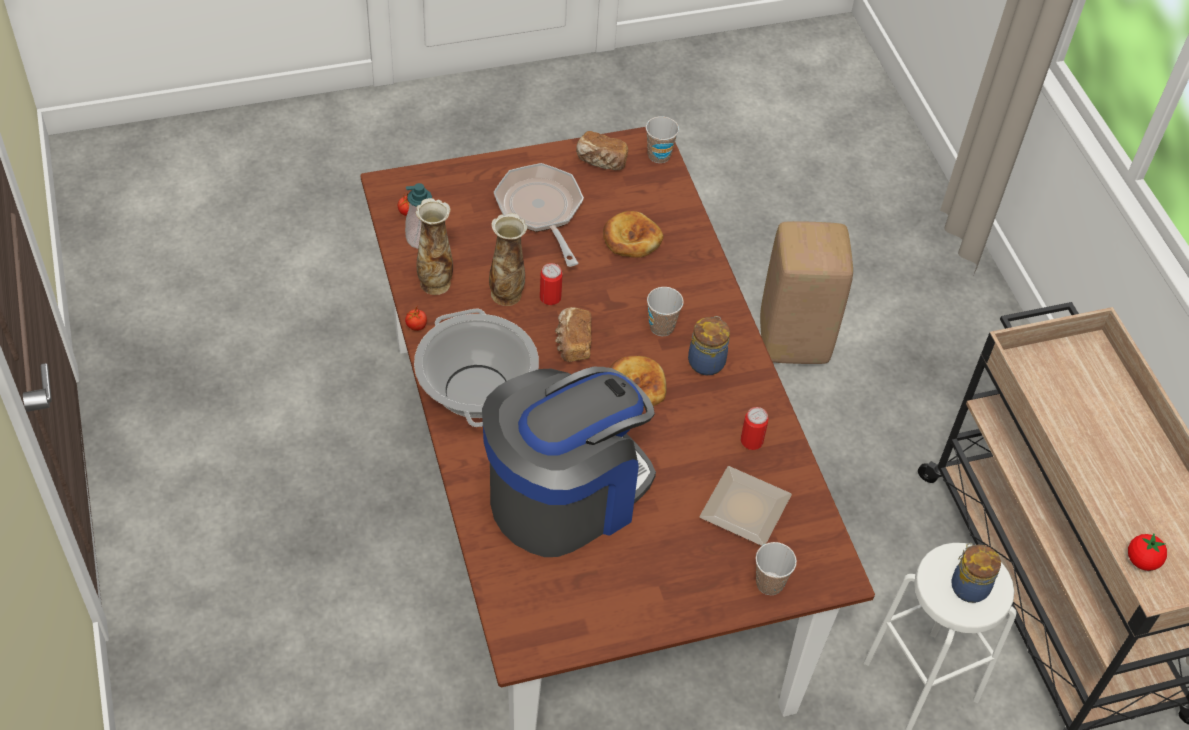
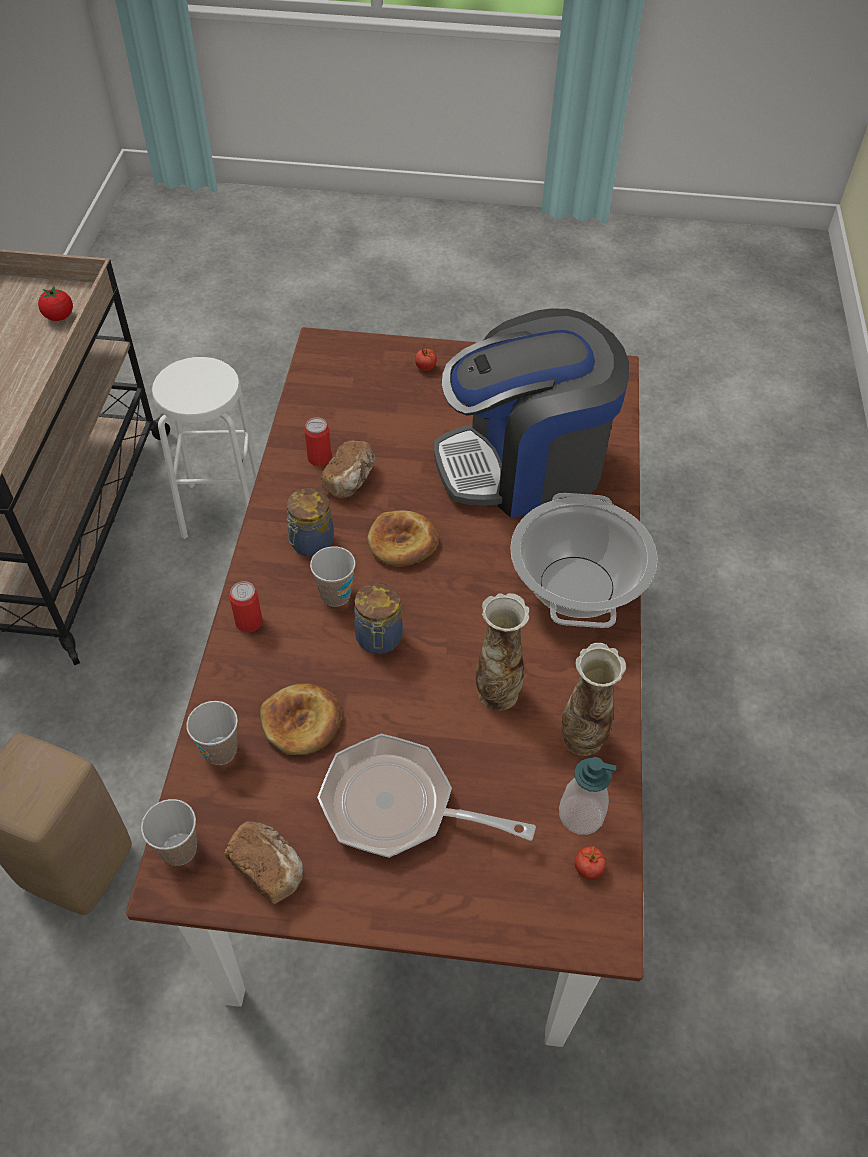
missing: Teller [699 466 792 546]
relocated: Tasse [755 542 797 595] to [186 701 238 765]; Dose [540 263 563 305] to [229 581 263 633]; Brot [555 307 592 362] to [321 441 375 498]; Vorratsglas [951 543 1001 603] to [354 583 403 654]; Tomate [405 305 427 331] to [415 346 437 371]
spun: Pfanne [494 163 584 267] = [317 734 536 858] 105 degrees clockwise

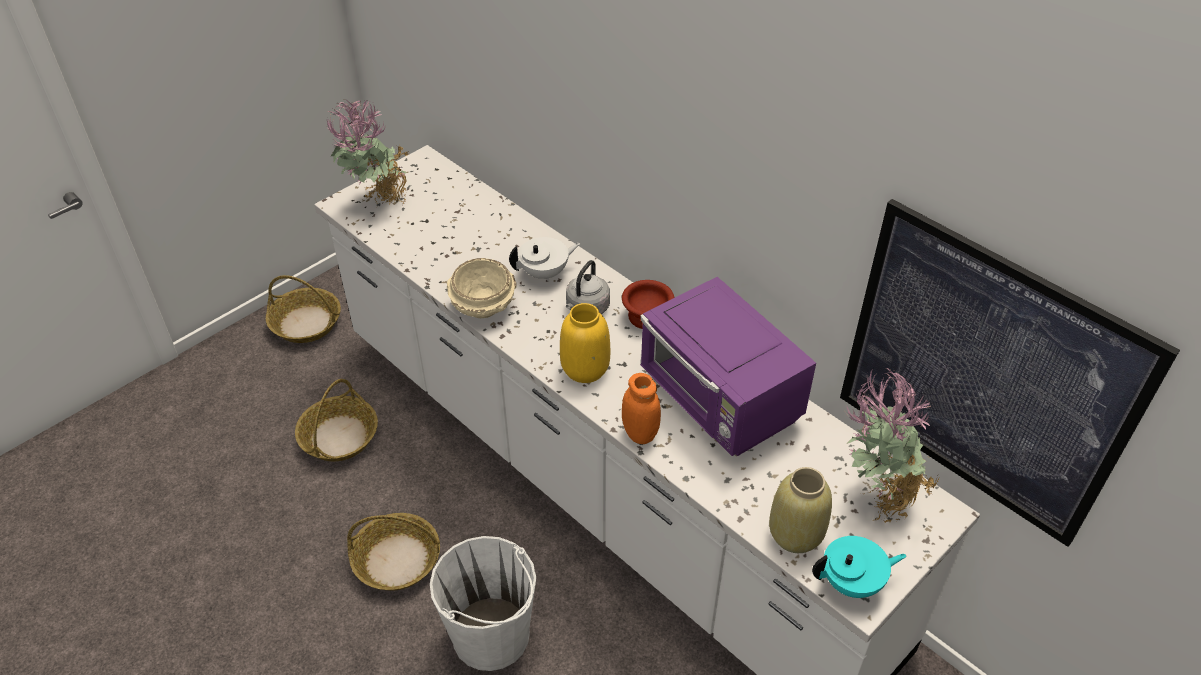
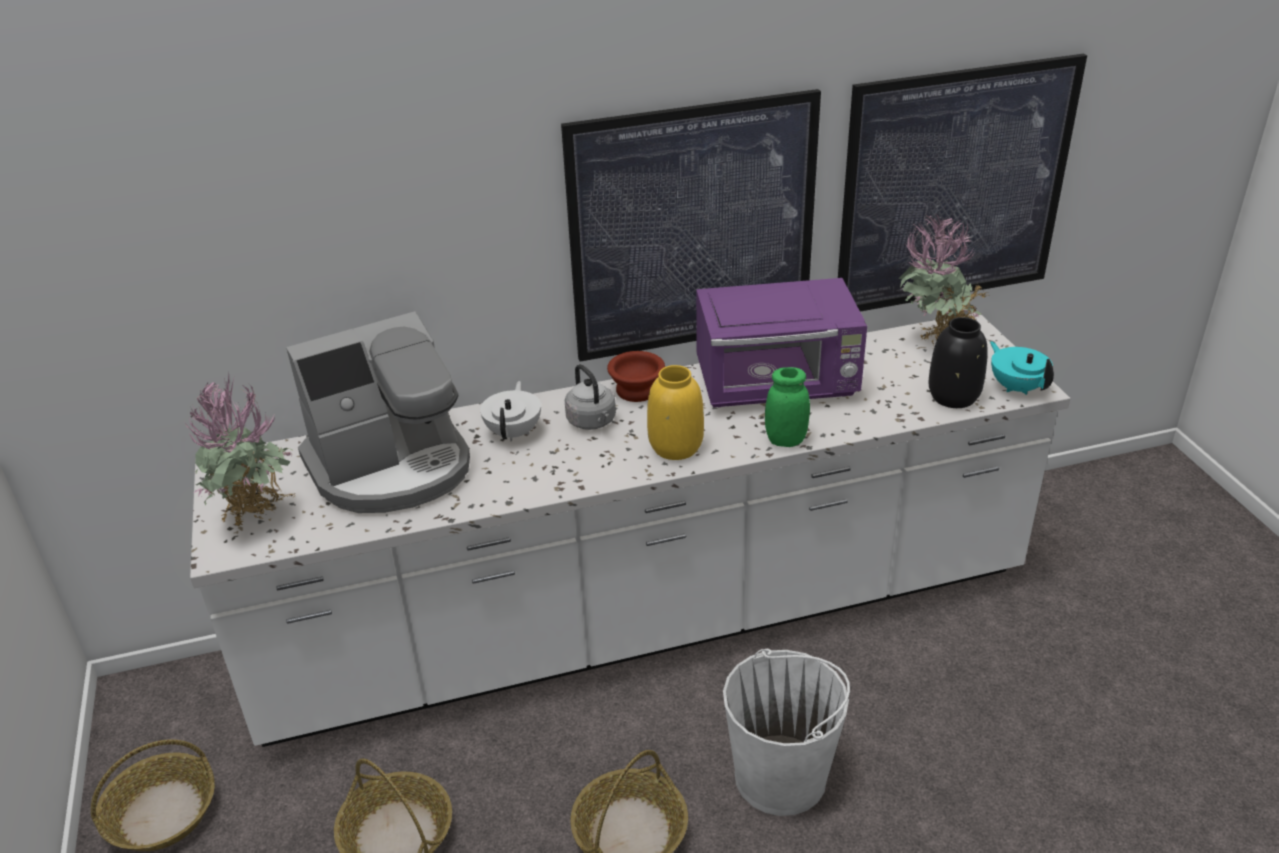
missing: Schüssel [beige] [447 258 517 318]
appeared: Kaffeemaschine [286 311 470 513]; Bild [561 89 821 362]
colour: Vorratsglas [orange] [622 373 661 444] to Vorratsglas [grün] [765 367 810 447]; Vase [beige] [769 467 832 553] to Vase [schwarz] [929 317 988 408]
spun: Teekanne [türkis] [812 536 907 598] = [990 341 1054 395] 45 degrees counterclockwise

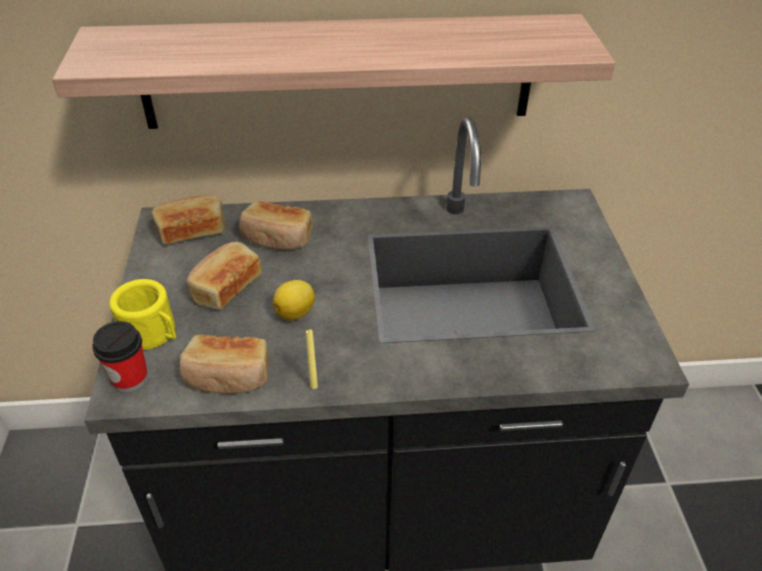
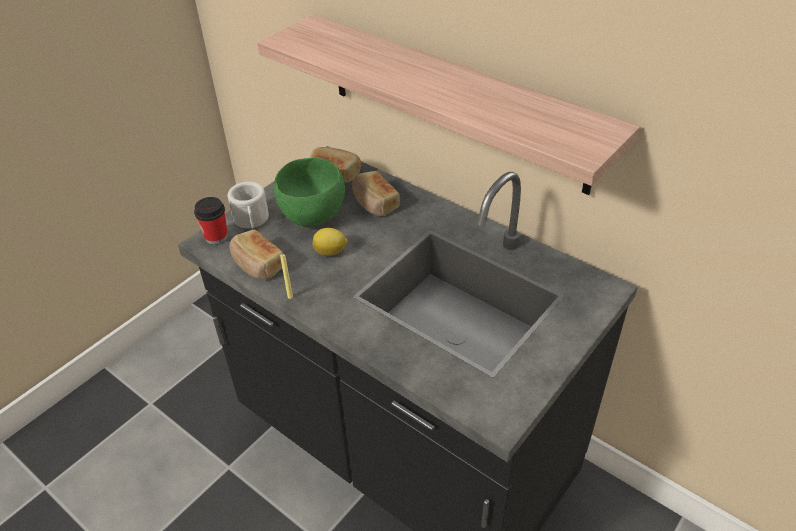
exchanged: Brot [186 242 262 310] to Schüssel [grün] [274 158 345 226]
colour: Henkelbecher [gelb] [109 279 176 350] to Henkelbecher [weiß] [228 182 269 228]

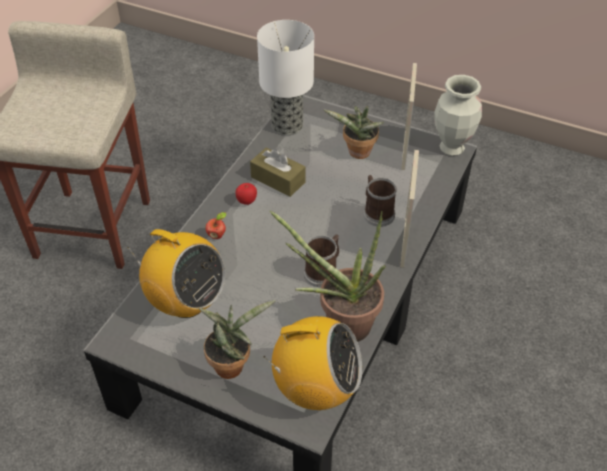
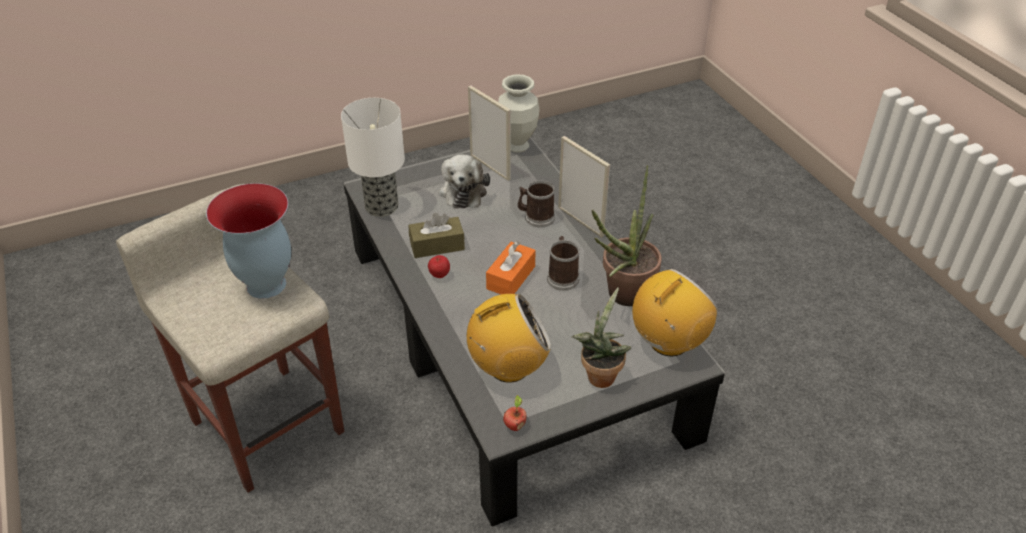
appeared: Vase [206 183 291 299]; Taschentuchbox [orange] [486 241 536 294]
relocated: Apfel [205 212 226 239] to [503 395 527 431]
exchanged: Topfpflanze [324 106 385 159] to Plüschtier [439 154 490 208]

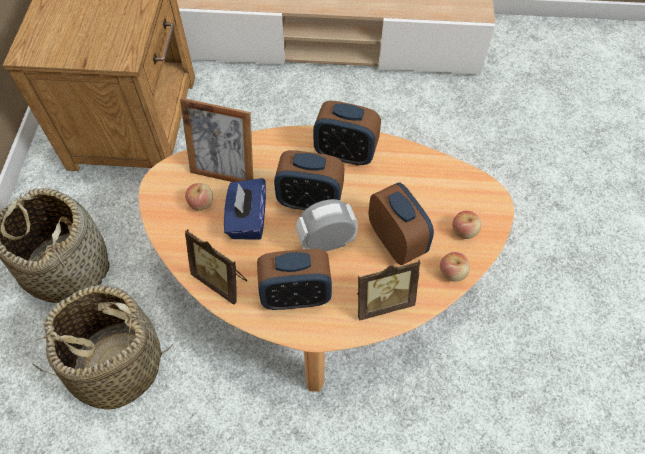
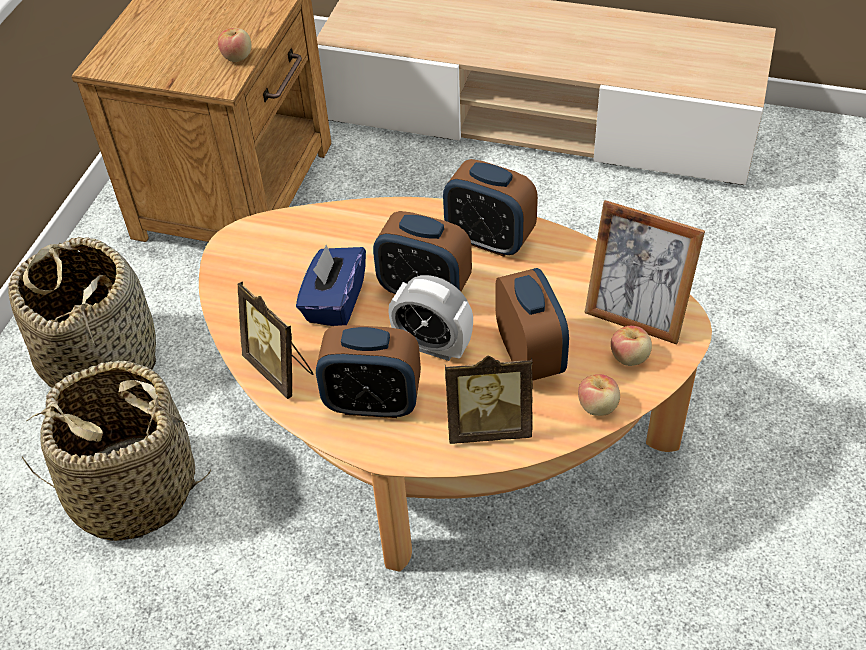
relocated: Apfel [185 183 213 211] to [218 28 252 62]; Bilderrahmen [180 98 253 182] to [584 200 705 345]
spun: Wecker [296 199 358 251] = [388 275 473 361] 150 degrees counterclockwise

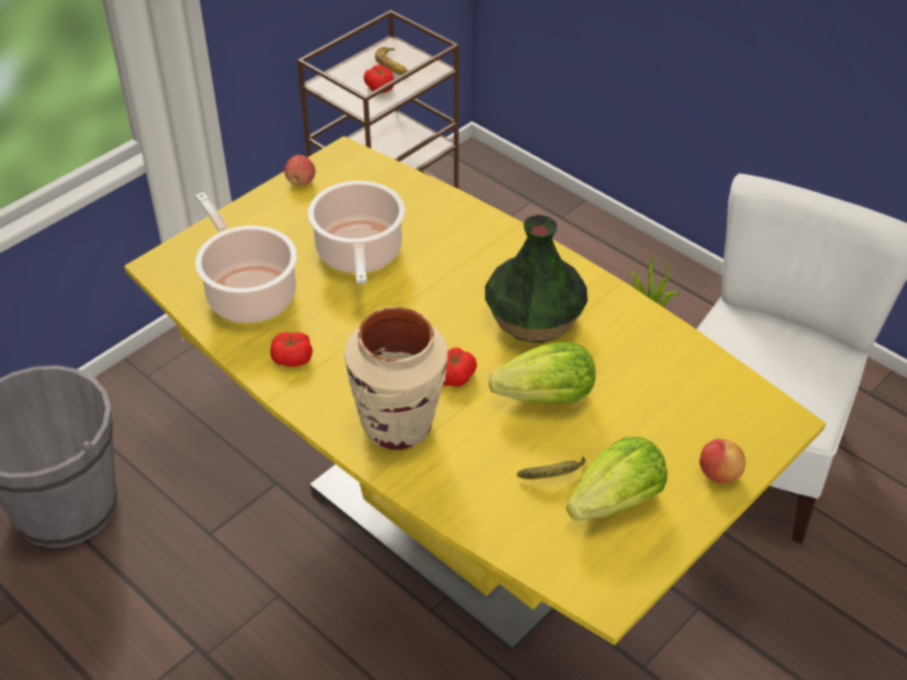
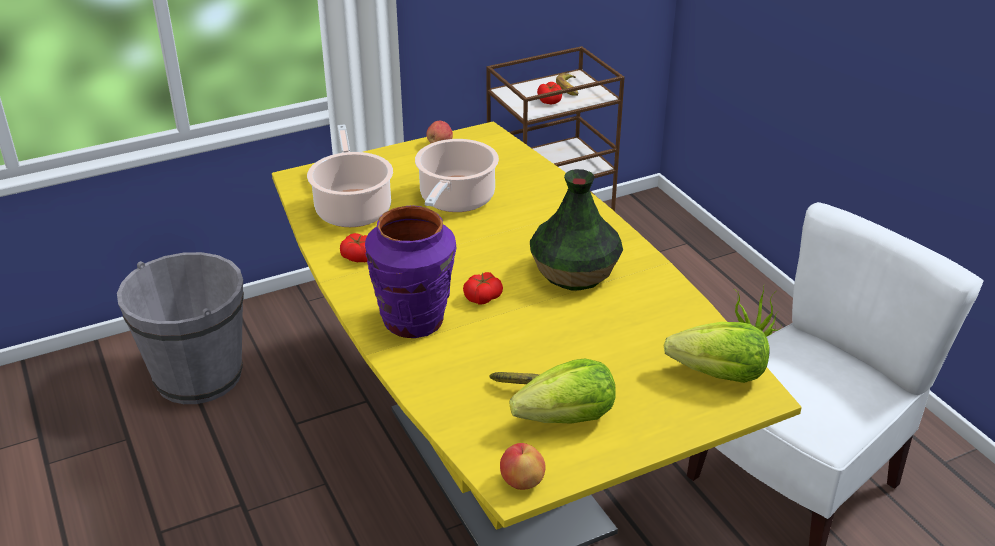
relocated: Apfel [700 439 746 484] to [500 443 546 490]; Salatkopf [489 341 596 404] to [664 322 769 383]
colour: Vase [beige] [344 307 448 450] to Vase [lila] [365 206 457 338]

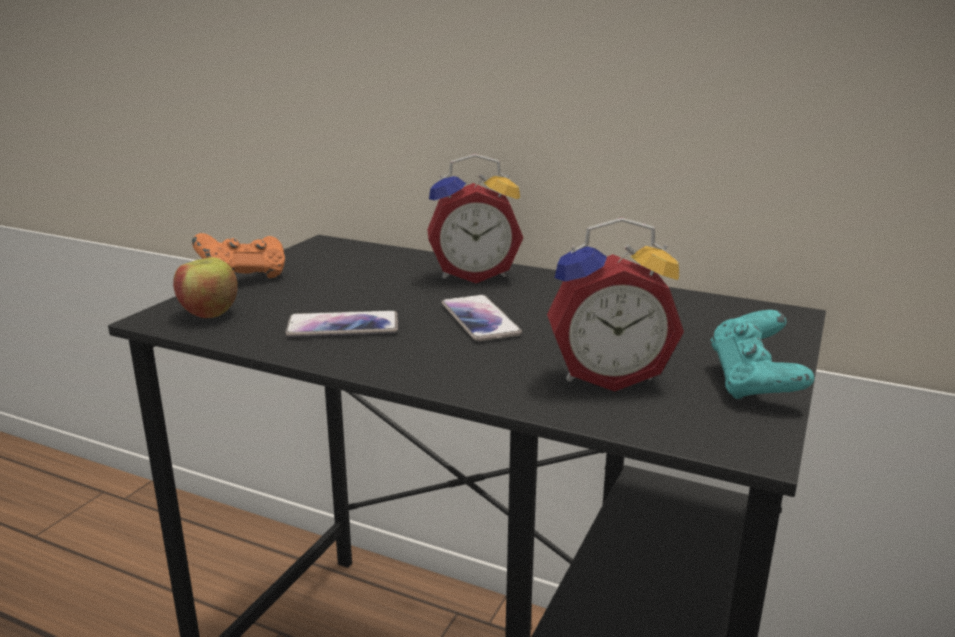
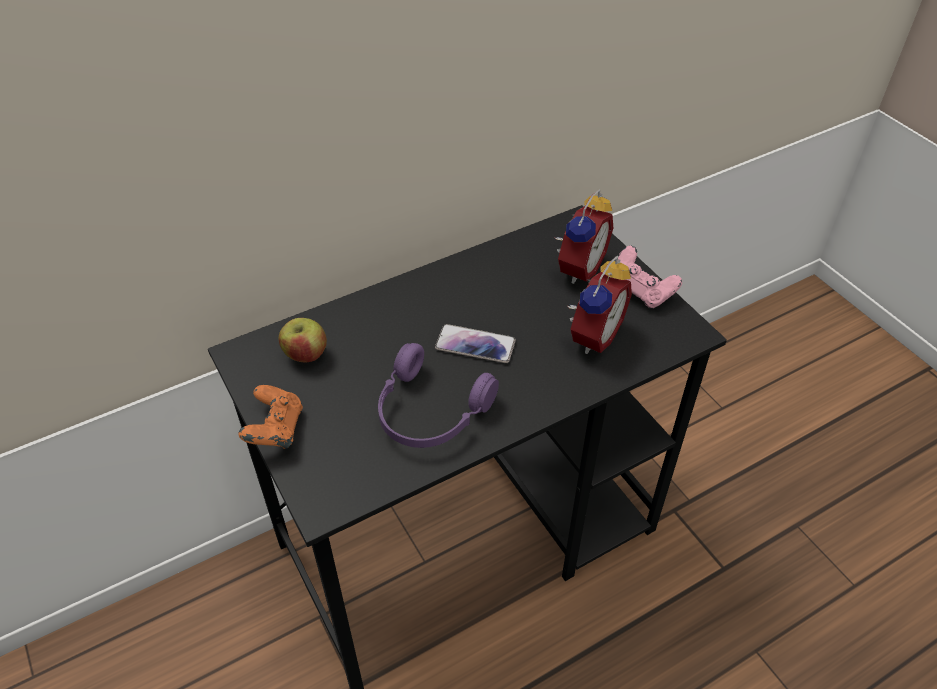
relocated: Apfel [173 257 238 318] to [278 318 327 362]; Wecker [427 154 524 283] to [555 189 613 284]
exchanged: Handy [285 310 398 337] to Kopfhörer [lila] [378 343 499 448]
colour: Gamepad [türkis] [711 310 814 399] to Gamepad [rosa] [618 245 682 308]

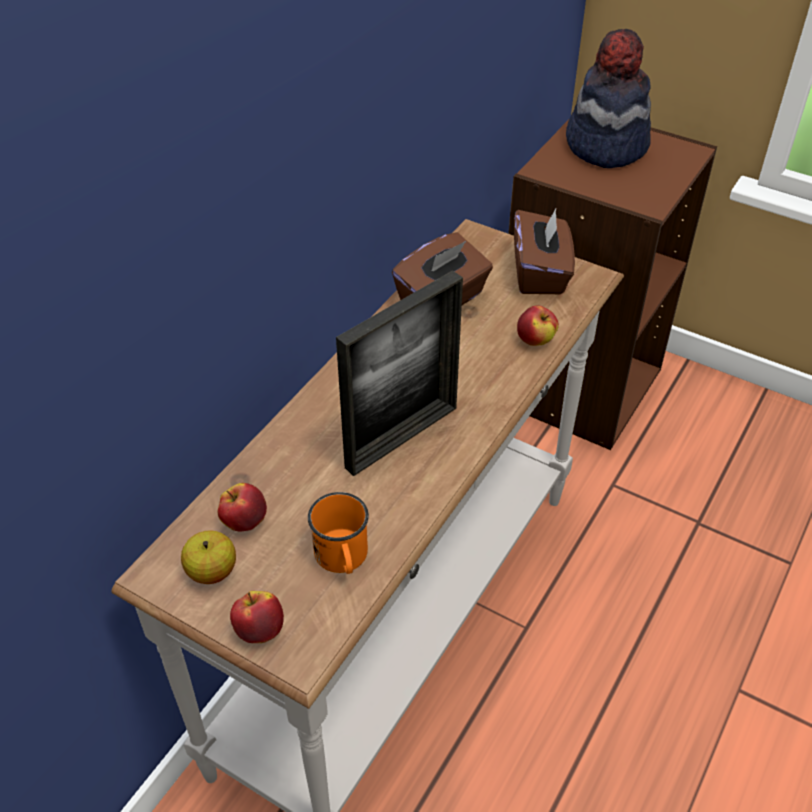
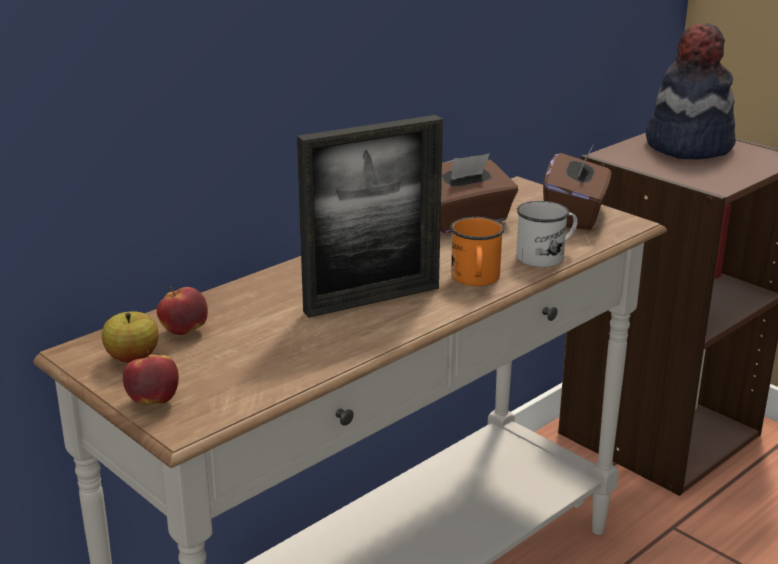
relocated: Henkelbecher [orange] [308 492 369 574] to [450 217 505 286]
exchanged: Apfel [517 305 559 346] to Henkelbecher [weiß] [516 201 578 267]

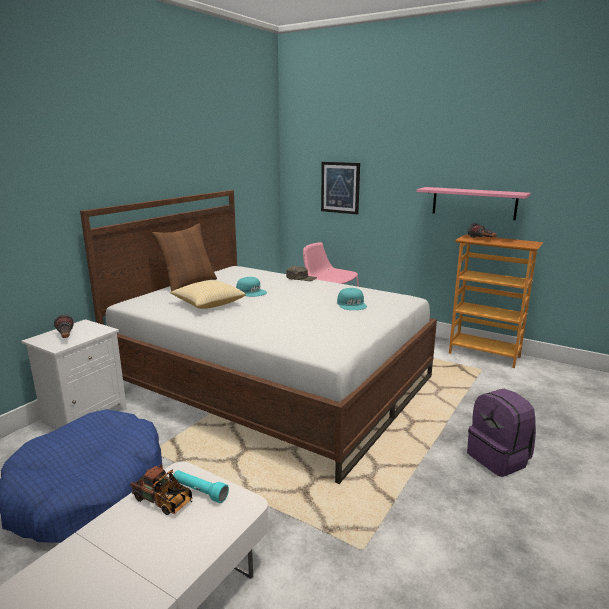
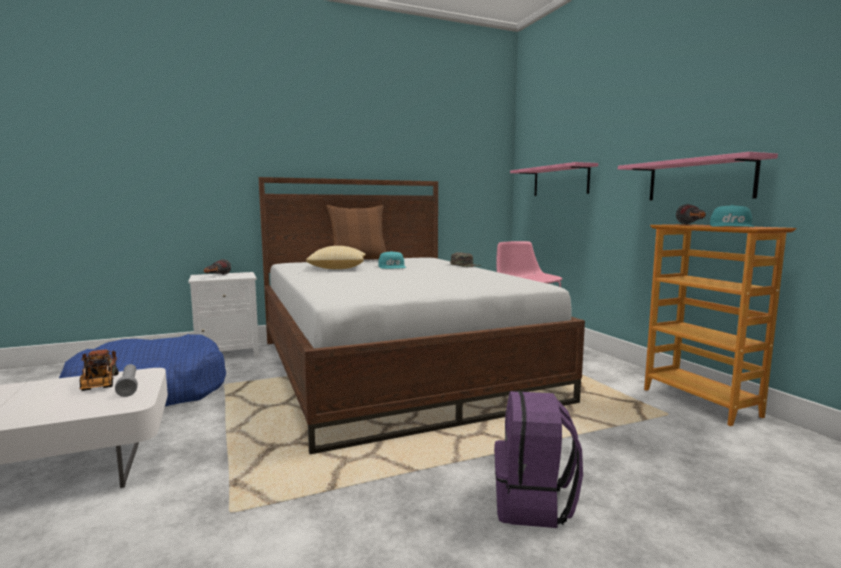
relocated: Kappe [türkis] [337 288 367 310] to [710 205 755 227]
exchanged: Bild [321 162 360 214] to Wandregal [rosa] [510 162 598 196]
colour: Taschenlampe [türkis] [173 470 229 503] to Taschenlampe [grau] [115 364 138 397]

